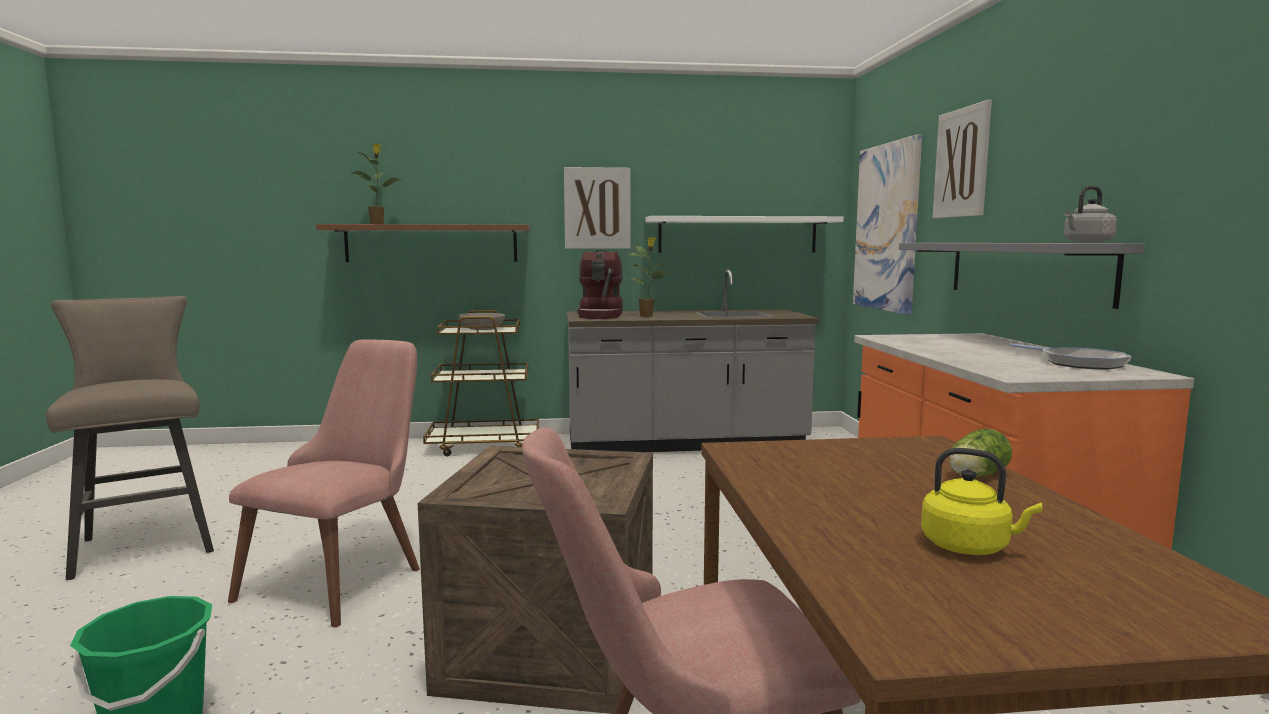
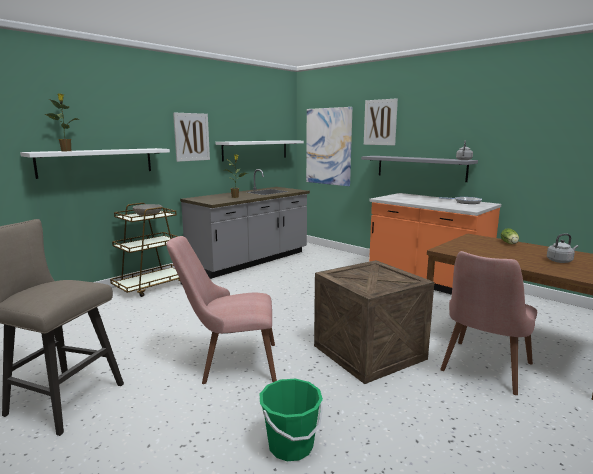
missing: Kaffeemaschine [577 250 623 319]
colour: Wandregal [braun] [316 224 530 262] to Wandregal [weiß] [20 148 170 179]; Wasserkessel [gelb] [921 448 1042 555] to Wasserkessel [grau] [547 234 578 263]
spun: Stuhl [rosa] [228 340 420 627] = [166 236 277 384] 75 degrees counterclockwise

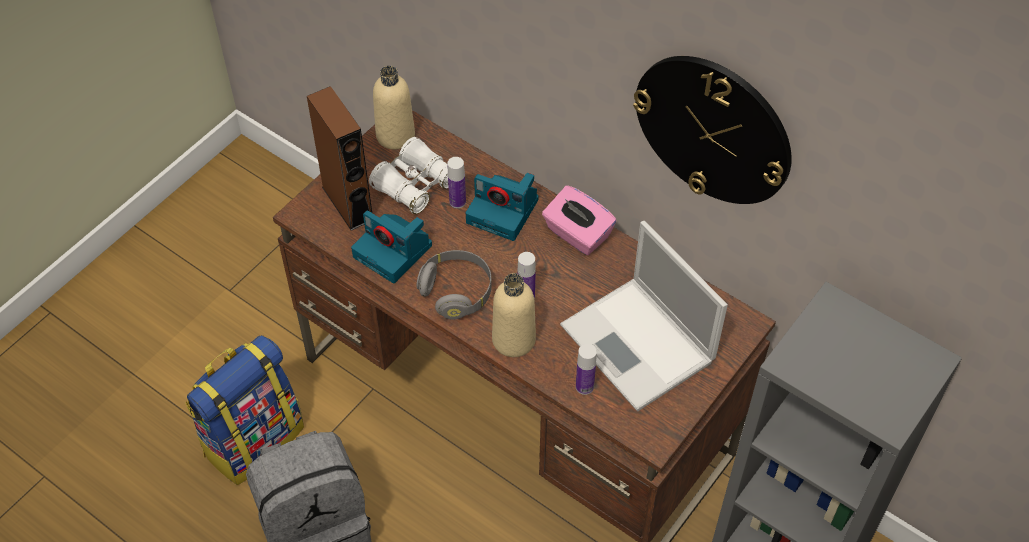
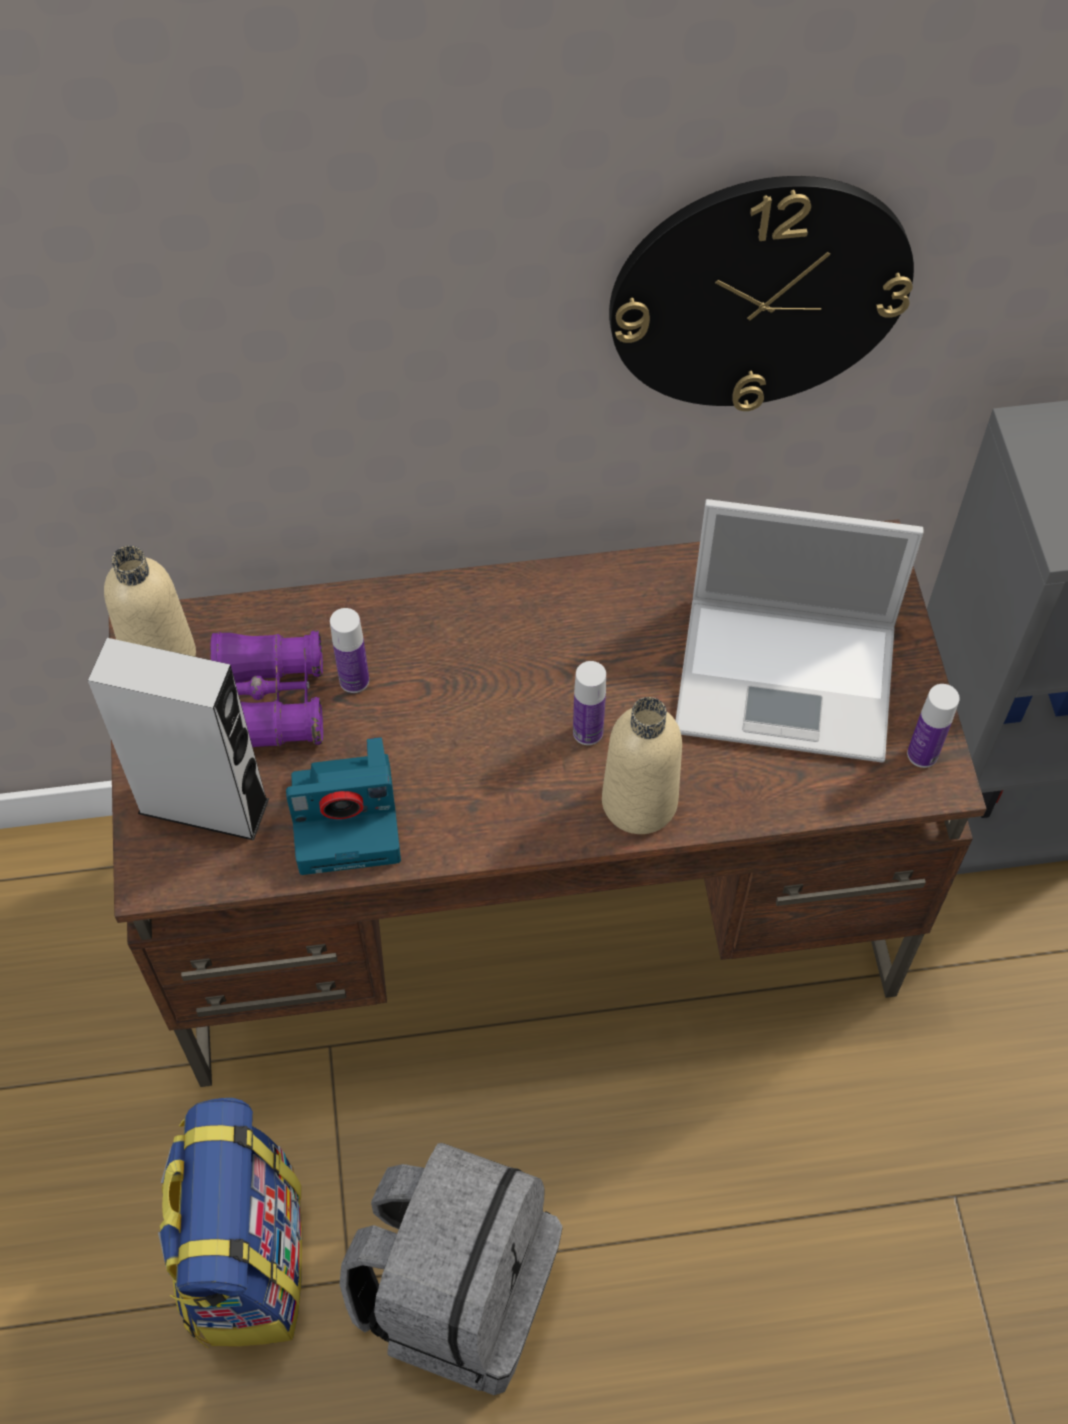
missing: Kopfhörer [grau] [417 250 492 320]; Kamera [466 173 539 241]; Taschentuchbox [rosa] [542 185 616 255]
relocated: Flasche [576 344 597 395] to [907 684 960 768]
colour: Lautsprecher [braun] [307 86 372 231] to Lautsprecher [grau] [88 638 269 840]; Fernglas [weiß] [369 137 449 214] to Fernglas [lila] [210 630 323 747]

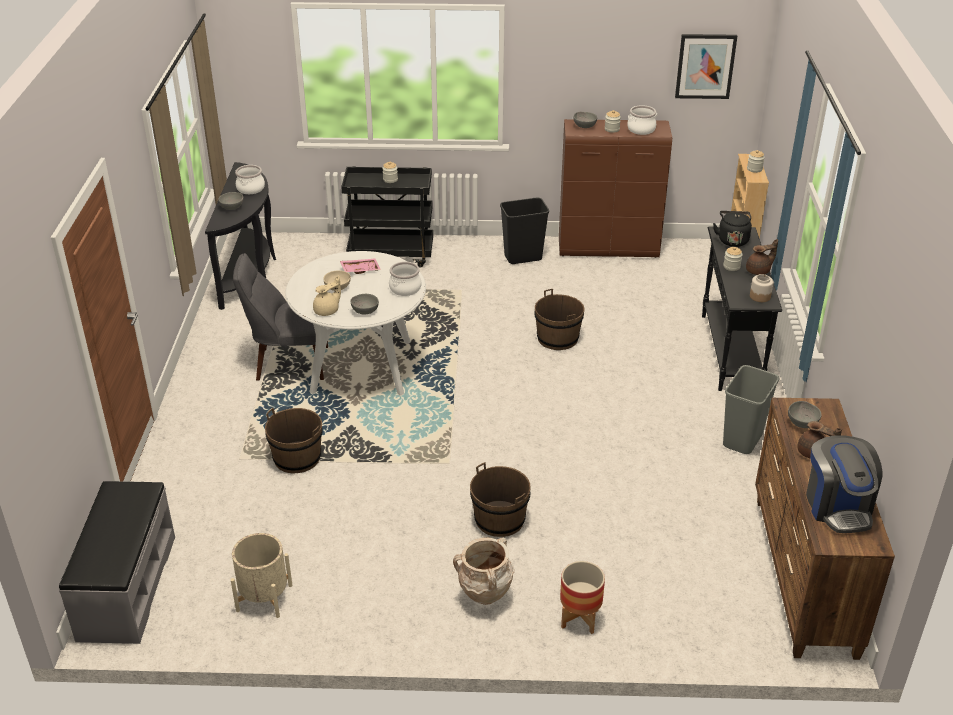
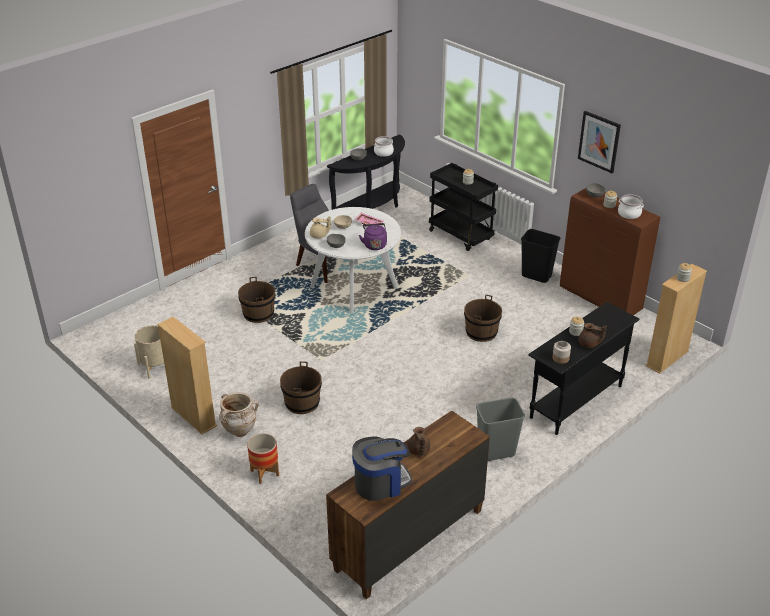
missing: Bank [grau] [59 481 175 644]; Wasserkessel [schwarz] [713 211 752 247]; Schüssel [grau] [788 401 822 428]
appeared: Bücherregal [beige] [157 317 217 435]
relocated: Bild [675 34 737 99] to [578 111 621 173]
exchanged: Kochtopf [389 262 421 296] to Wasserkessel [lila] [359 223 387 250]
spun: Kaffeemaschine [806 435 882 533] = [352 436 412 501] 150 degrees counterclockwise

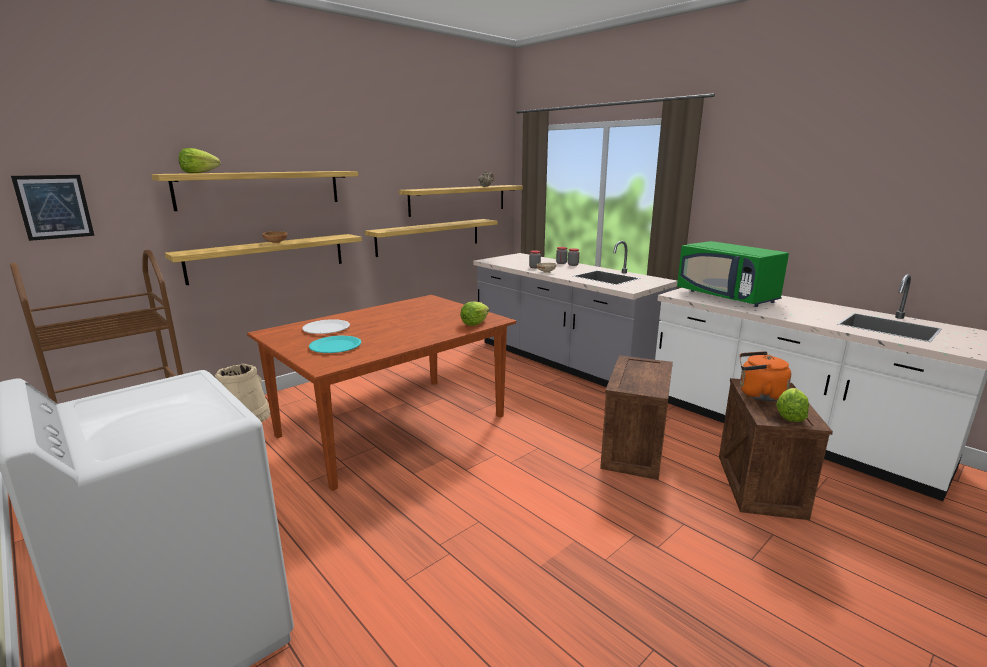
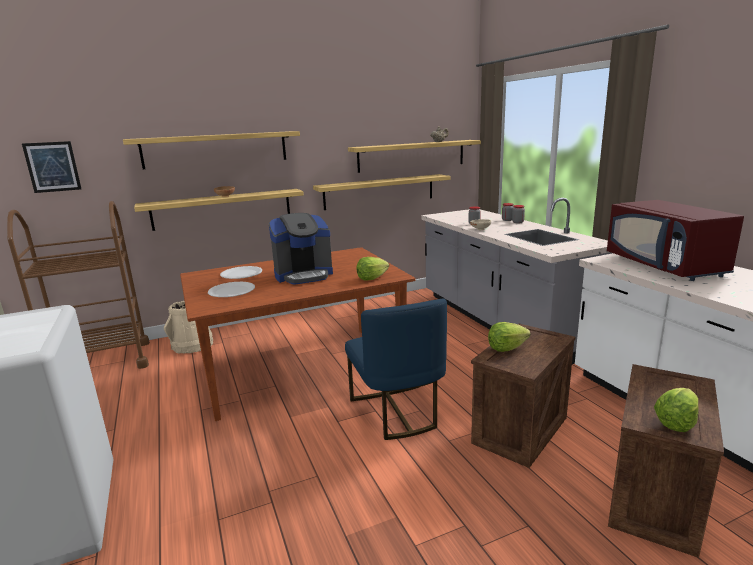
missing: Wasserkessel [orange] [740 351 791 401]
appeared: Kaffeemaschine [269 213 333 285]; Stuhl [blau] [345 298 447 440]
relocated: Salatkopf [179 148 221 173] to [488 322 531 352]
colour: Teller [türkis] [309 336 361 353] to Teller [weiß] [208 282 255 297]; Mikrowelle [grün] [677 241 789 307] to Mikrowelle [rot] [607 200 744 281]

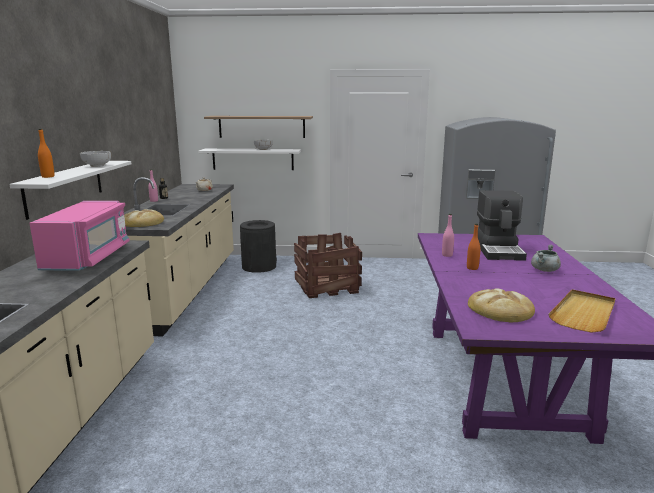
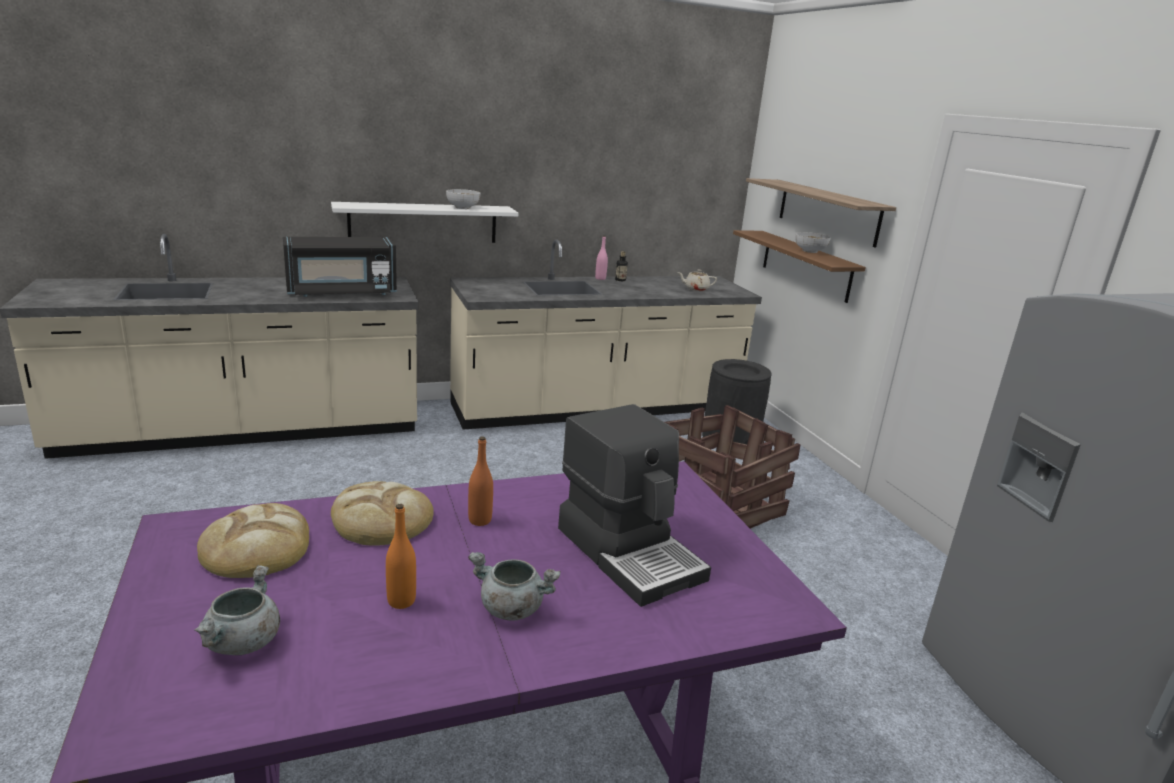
missing: Flasche [rosa] [442 214 454 257]
relocated: Brot [124 209 164 227] to [331 481 434 546]; Flasche [orange] [38 129 55 178] to [386 504 416 609]
exchanged: Tablett [beige] [548 289 616 333] to Kochtopf [grau] [194 565 280 655]
colour: Mikrowelle [rosa] [29 201 130 271] to Mikrowelle [schwarz] [283 237 397 297]; Wandregal [weiß] [198 149 301 170] to Wandregal [braun] [733 230 866 303]
spun: Kaffeemaschine [477 190 527 261] = [558 404 711 607] 105 degrees counterclockwise

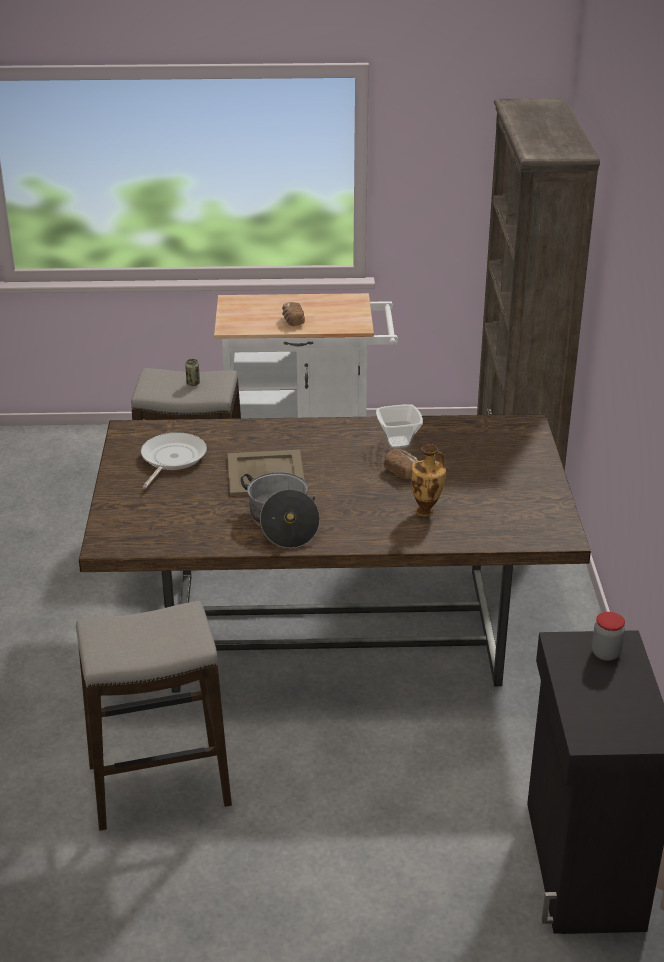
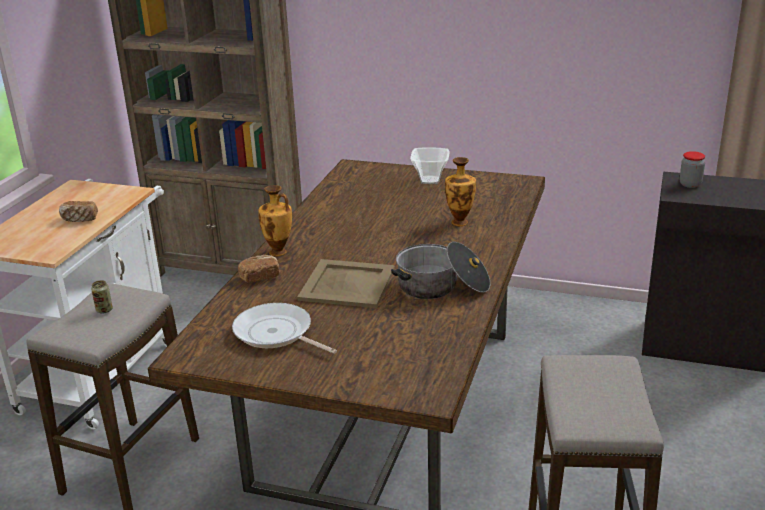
appeared: Vase [258 185 292 256]
relocated: Brot [383 449 418 479] to [238 255 280 283]; Schüssel [376 404 423 448] to [410 147 450 184]

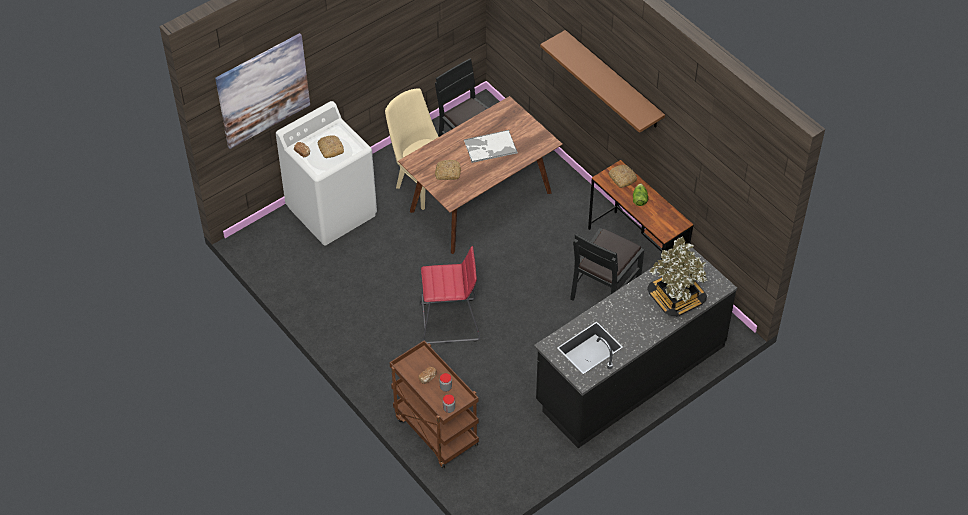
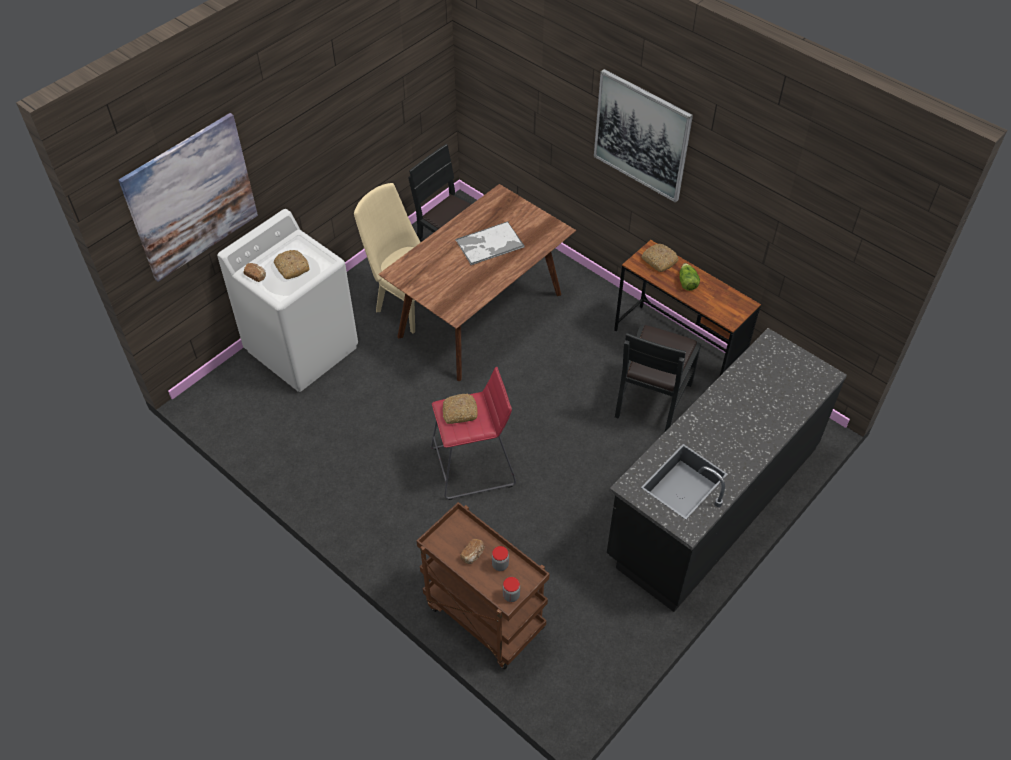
missing: Topfpflanze [647 236 708 316]
relocated: Brot [435 160 461 180] to [443 394 478 424]
exchanged: Wandregal [braun] [540 30 665 133] to Bild [594 69 693 203]

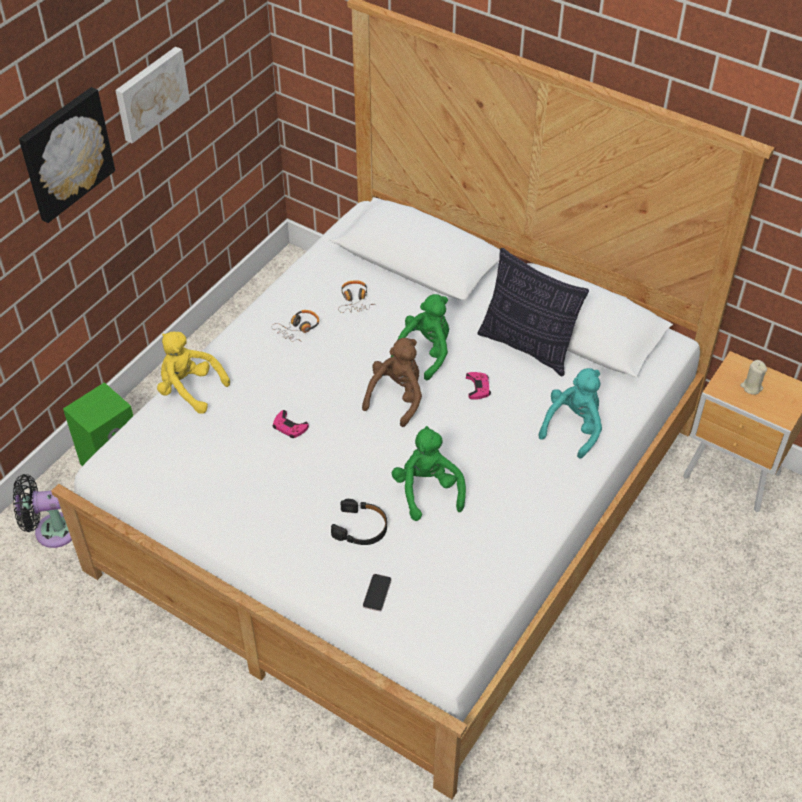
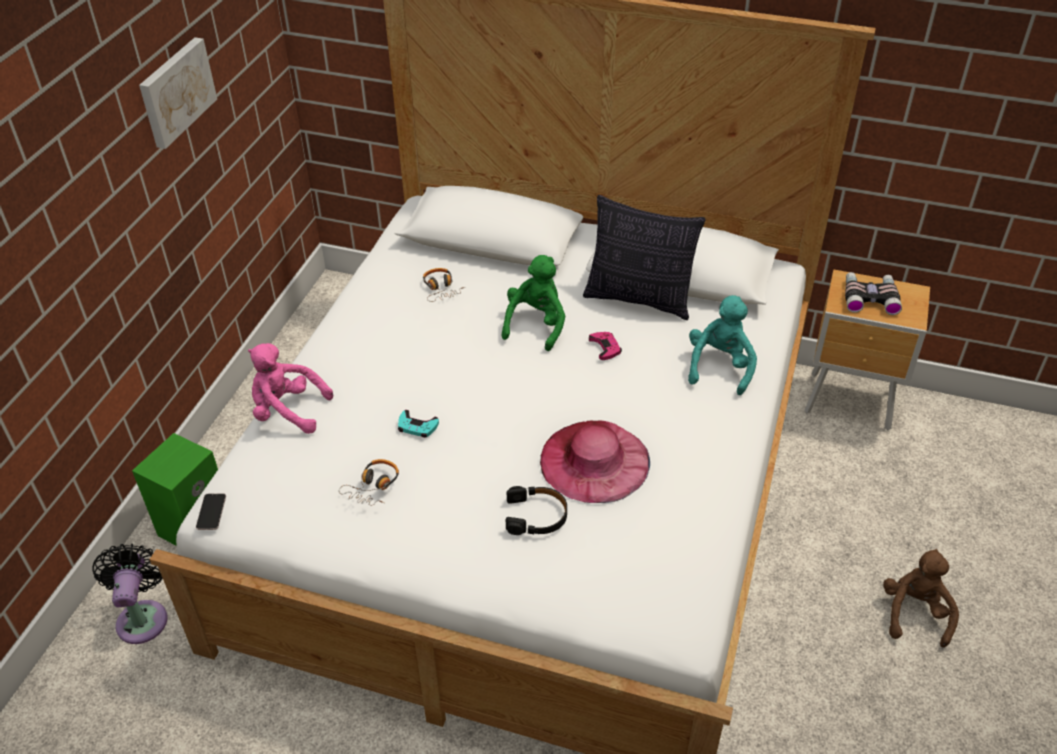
missing: Bild [19 87 115 223]
relocated: Handy [363 574 392 611] to [196 493 226 530]; Kopfhörer [272 310 319 342] to [339 459 399 506]; Plüschtier [braun] [362 338 422 427] to [883 549 959 648]
exchanged: Plüschtier [grün] [392 426 466 521] to Hut [rosa] [540 420 650 503]; Kerze [beige] [740 360 767 395] to Fernglas [845 272 902 315]
colour: Plüschtier [gelb] [157 331 230 414] to Plüschtier [rosa] [248 343 333 434]; Gamepad [rosa] [272 410 309 438] to Gamepad [türkis] [398 410 439 438]
spun: Ventilator [schwarz] [13 474 72 548] = [92 544 168 644] 105 degrees clockwise

